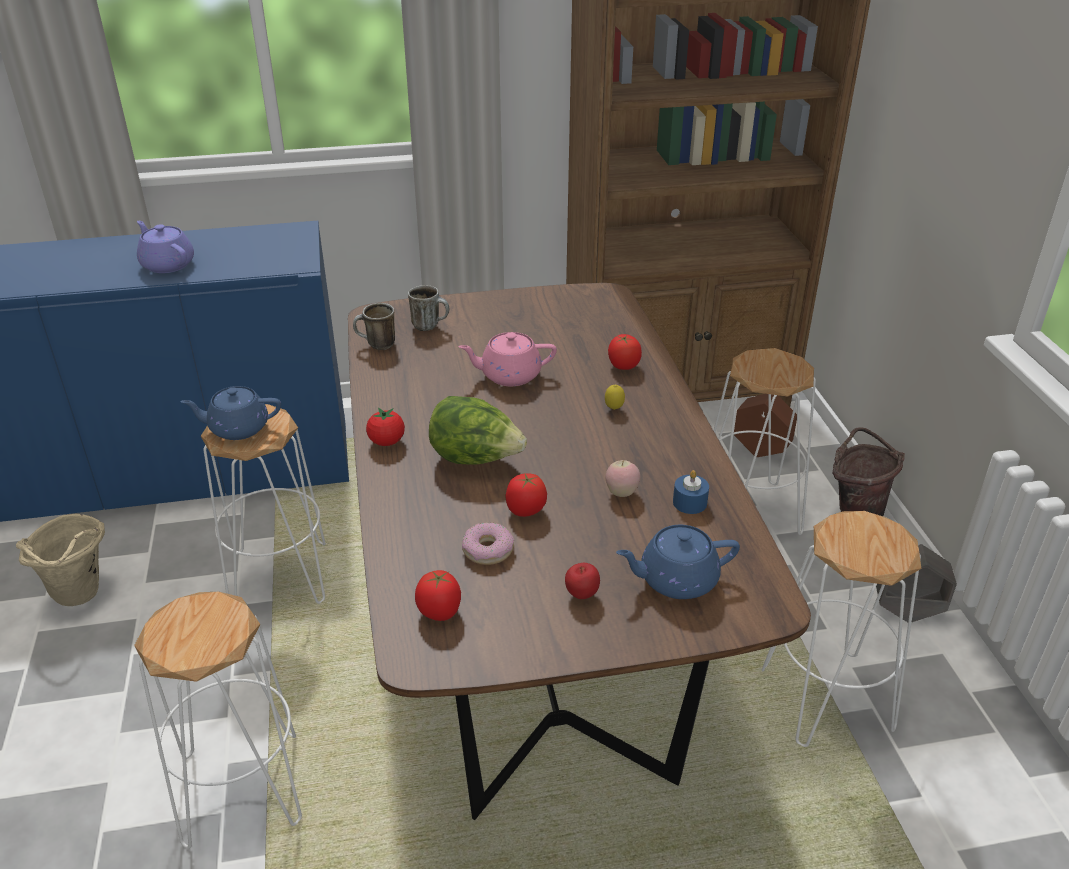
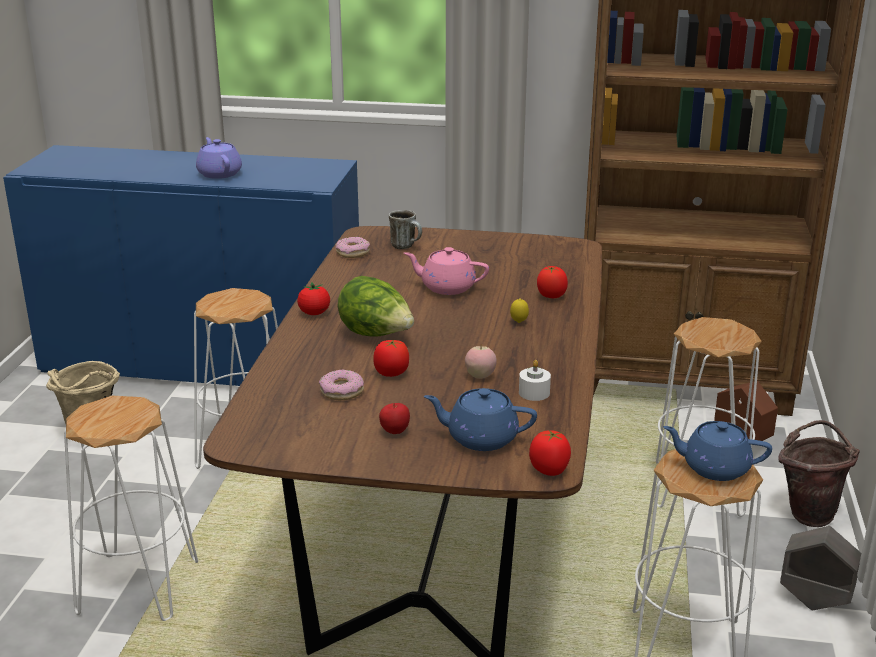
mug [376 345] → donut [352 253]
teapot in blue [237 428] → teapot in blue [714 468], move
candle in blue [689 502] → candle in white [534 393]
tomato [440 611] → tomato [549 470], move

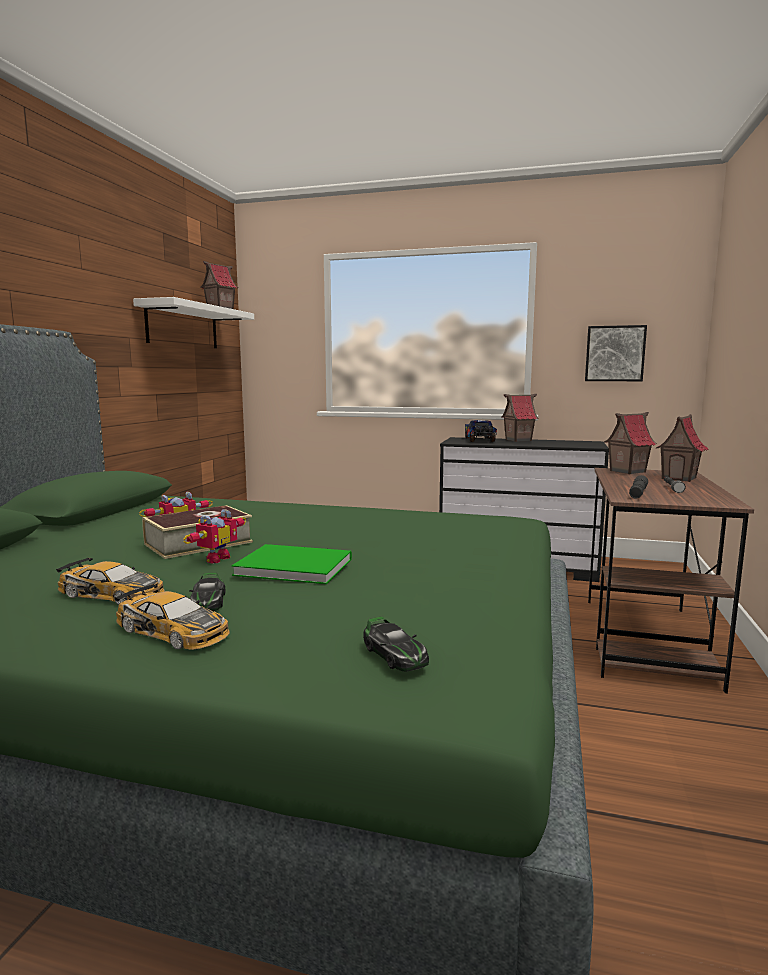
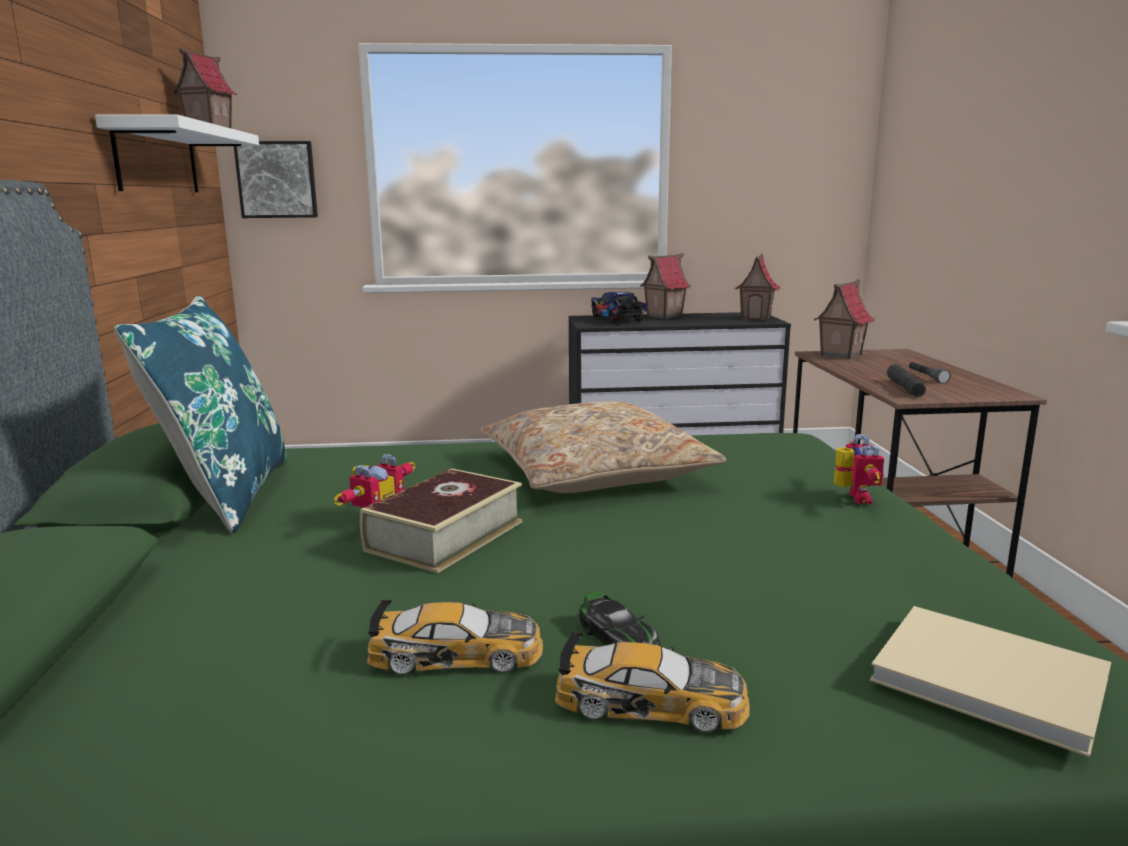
picture [614 353] → picture [277 180], move
toy house [679 478] → toy house [756 318], move
toy robot [214 558] → toy robot [853 498], move
book in green [292 566] → -
toy car [394 653] → book in beige [983 674]
- → pillow in blue [226 494]
- → pillow in beige [594 472]

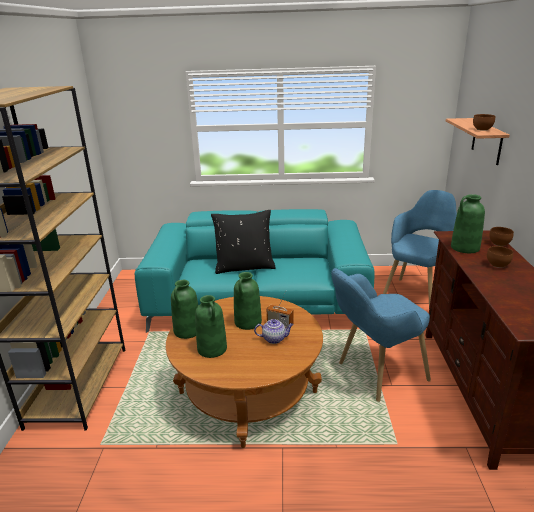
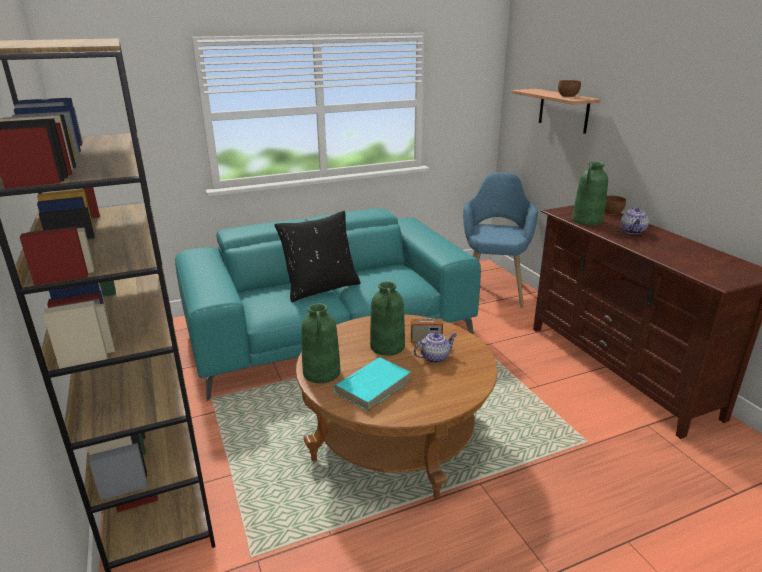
bowl in brown [498 265] → teapot [633 231]
armchair in blue [373 375] → -
vase in green [212 349] → book in turquoise [373 386]

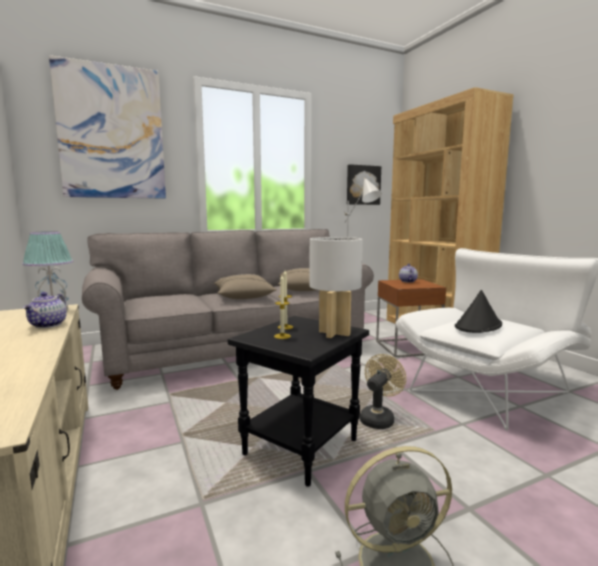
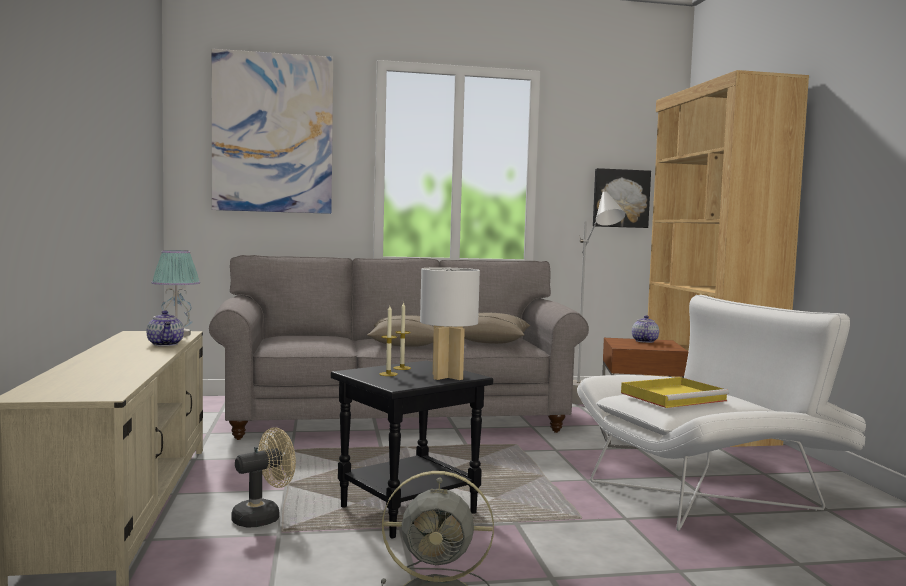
hat in black [478 326] → tray in yellow [674 396]
teapot [48 325] → teapot [166 344], 45 degrees counterclockwise
fan in beige [379 418] → fan in beige [263 517], move

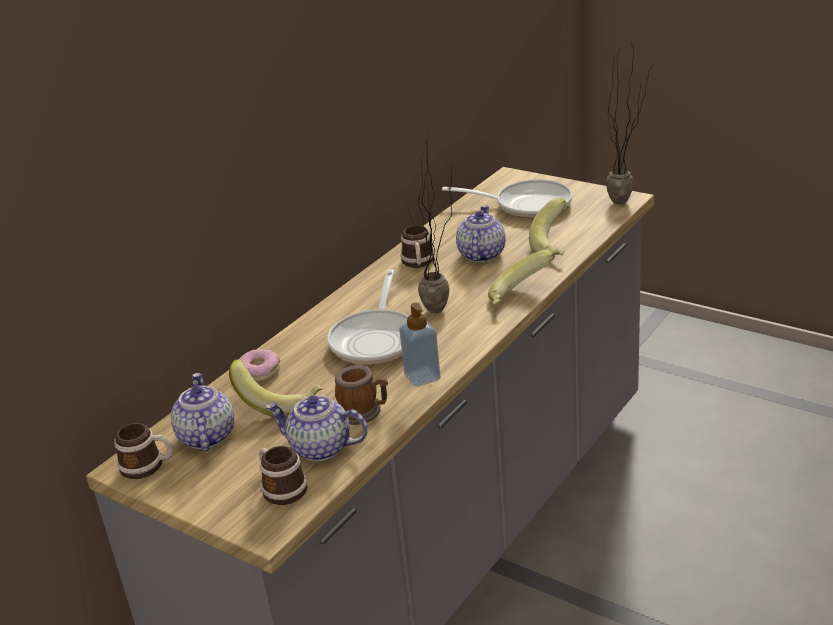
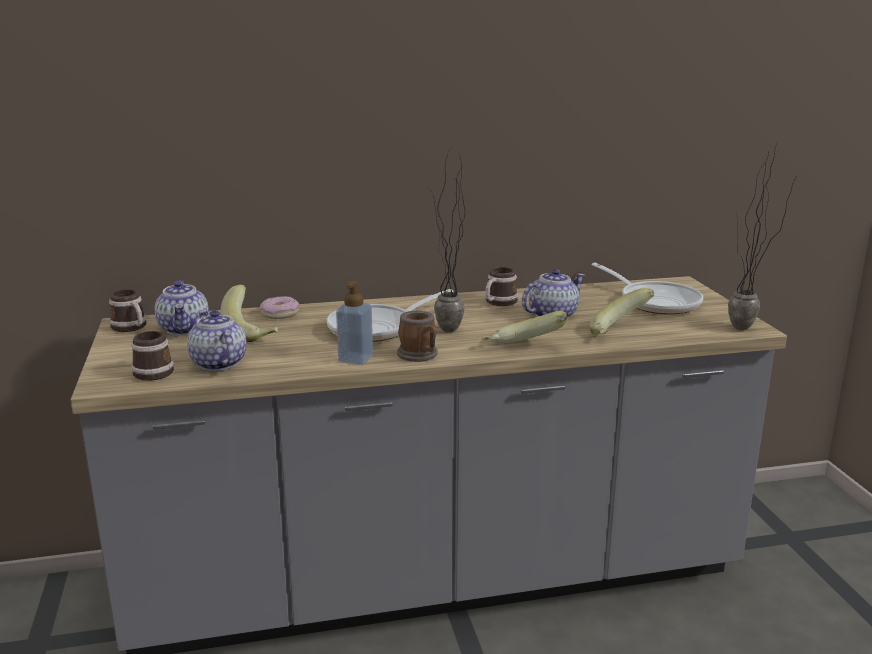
mug [364 412] → mug [420 355], move
teapot [206 436] → teapot [184 329], 135 degrees clockwise

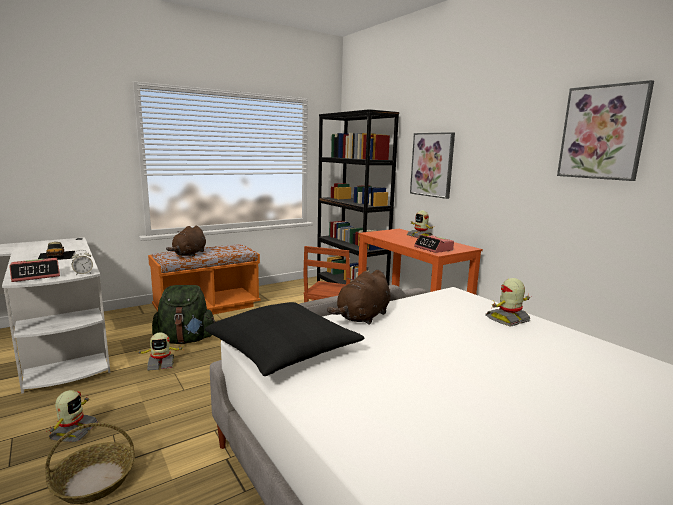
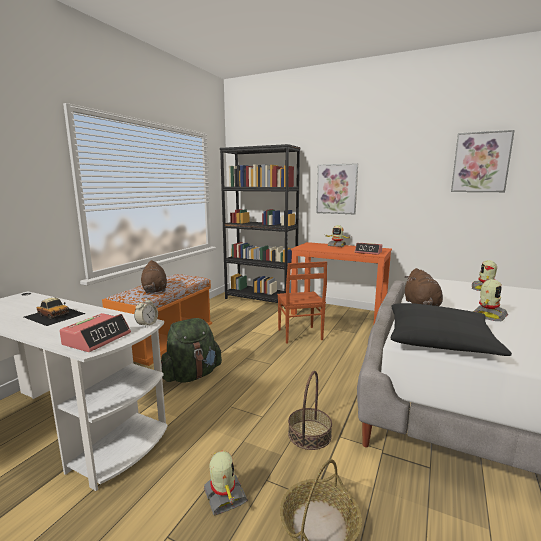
toy robot [161 364] → toy robot [488 315], move
- → basket [309 434]

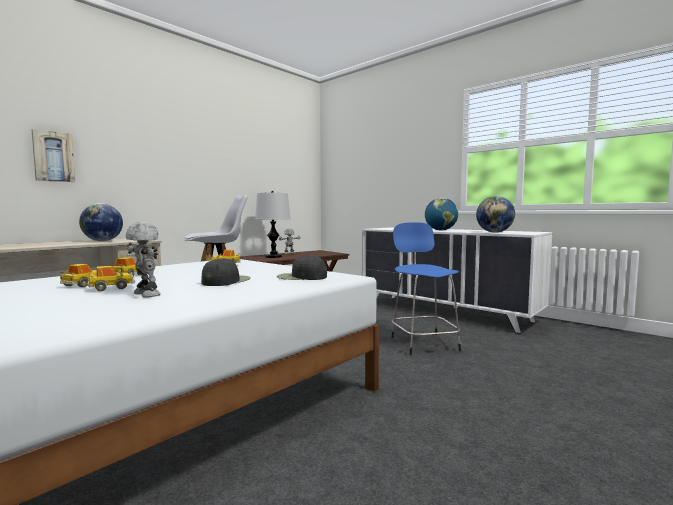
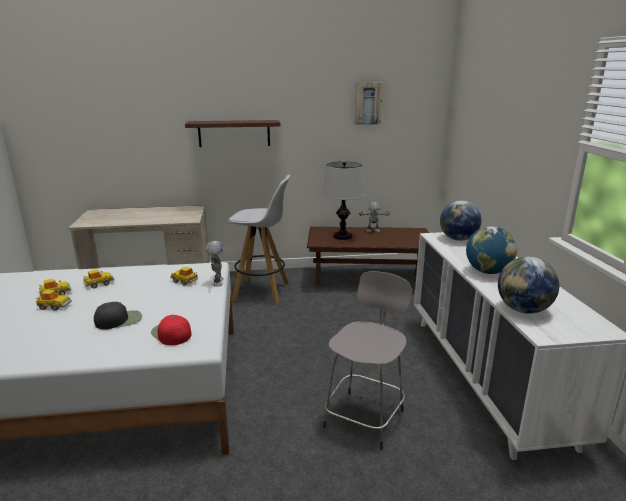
picture [53 157] → picture [367 103], move
globe [102 241] → globe [458 239], move
toy robot [145 294] → toy robot [217 282], move
stool in blue [423 343] → stool in grey [365 417]
cap in black [301 277] → cap in red [171 333]
- → shelf [234 133]

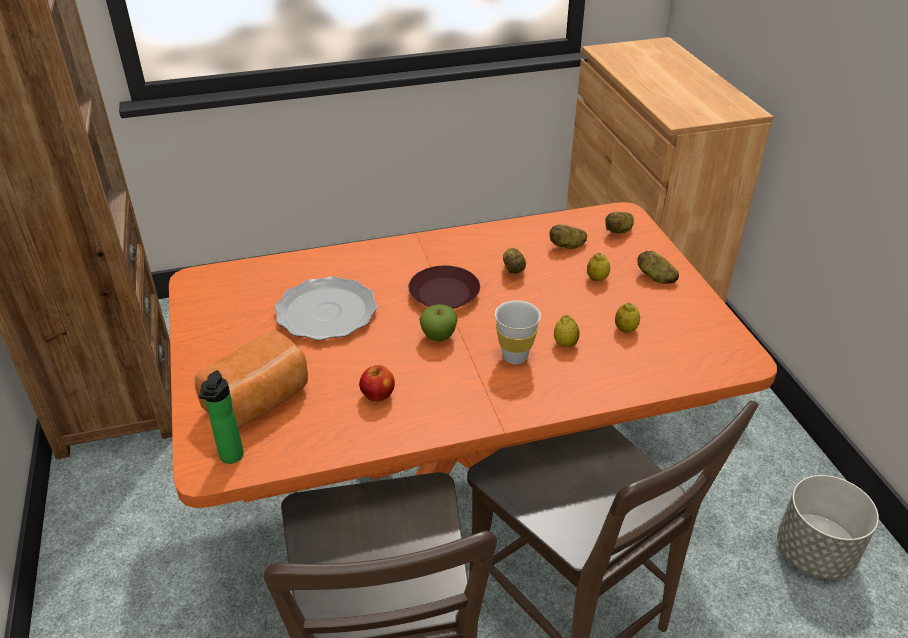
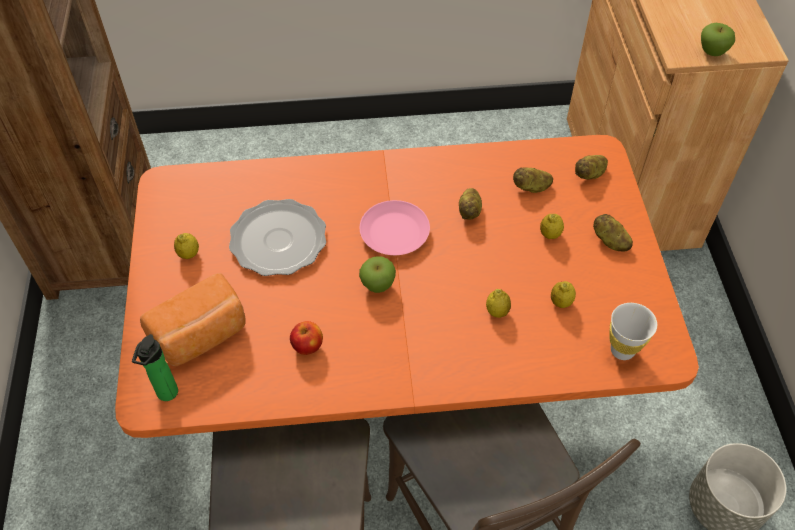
plate in brown [443 293] → plate in pink [394 232]
cup in white [515 356] → cup in white [622 350], move
- → apple [712 52]
- → lemon [189 254]

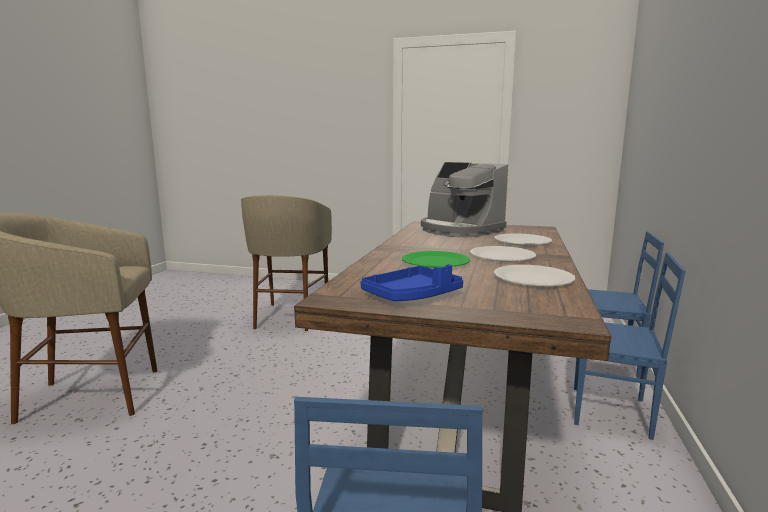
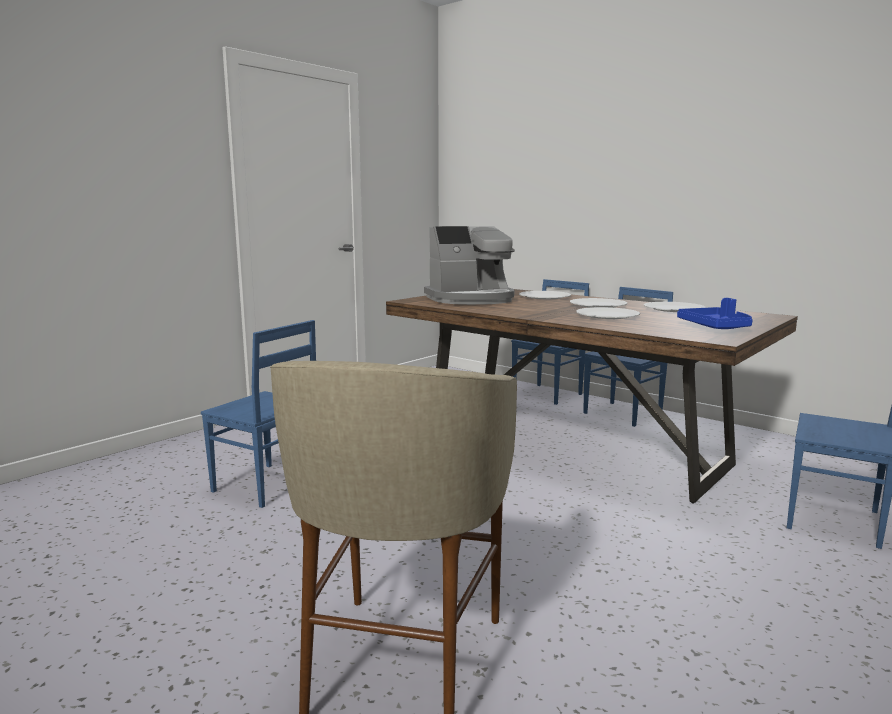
stool in beige [290 317] → chair in blue [266 486]
plate in green [435 262] → plate in white [607 315]

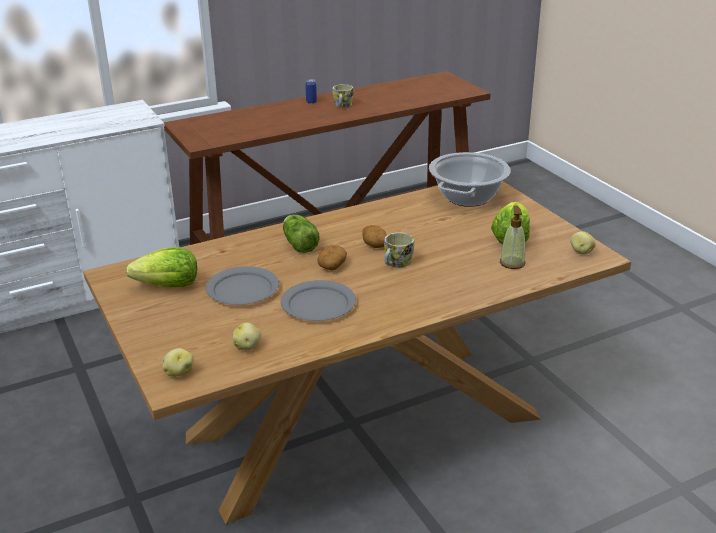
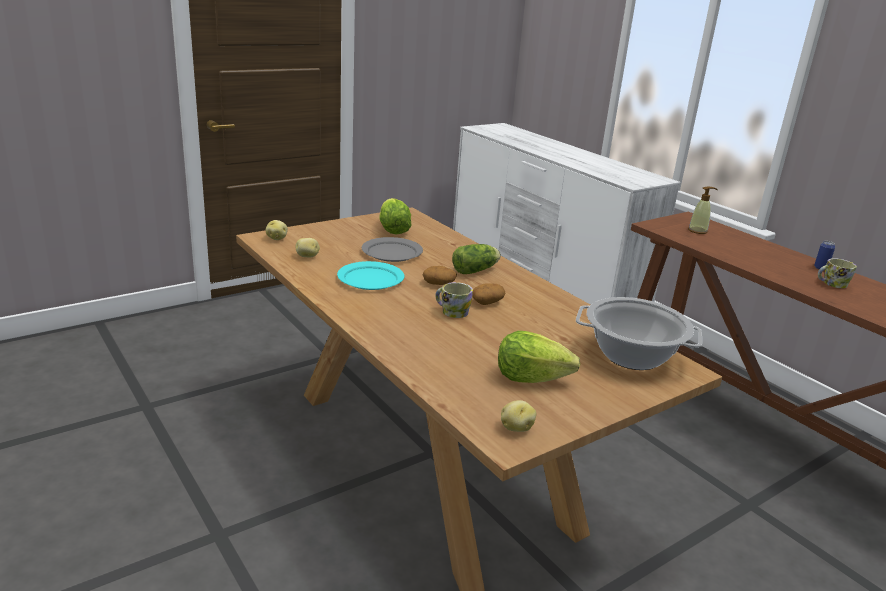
soap dispenser [512 263] → soap dispenser [698 231], move
plate in grey [319 304] → plate in turquoise [371 279]

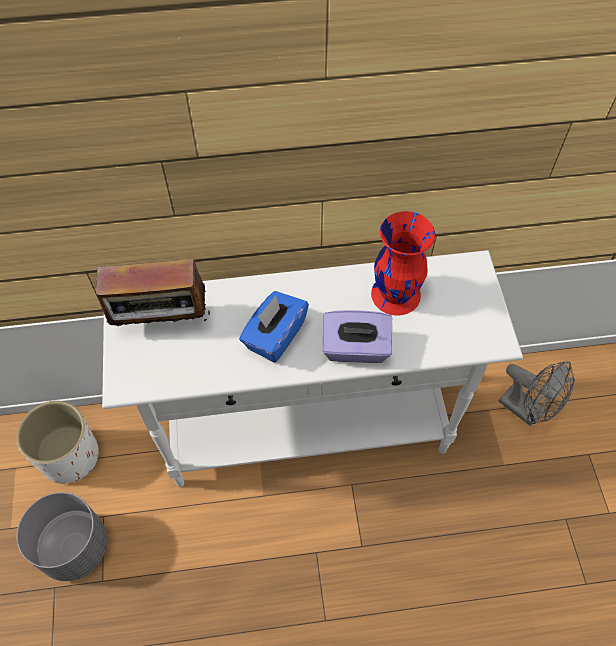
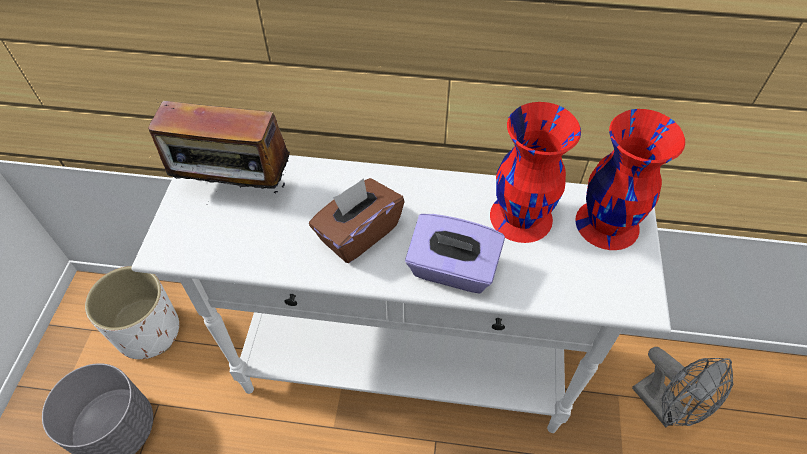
tissue box in blue [274 336] → tissue box in brown [358 233]
- → vase in red [606 223]

